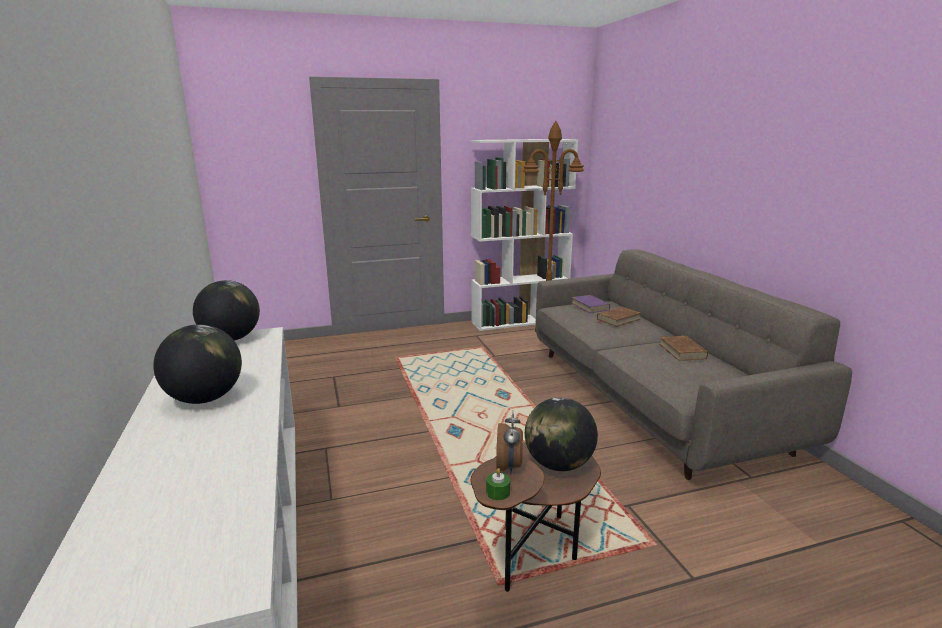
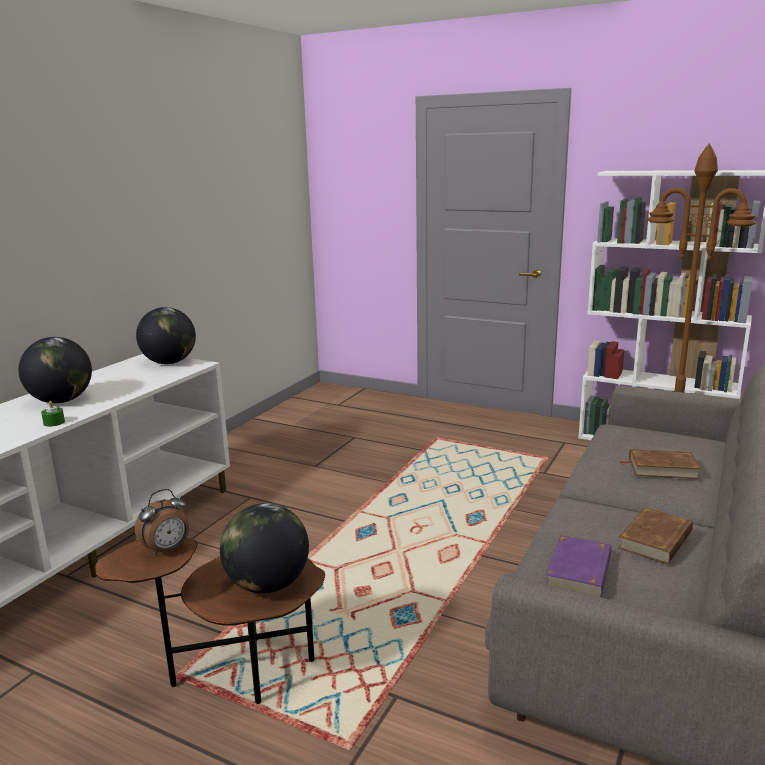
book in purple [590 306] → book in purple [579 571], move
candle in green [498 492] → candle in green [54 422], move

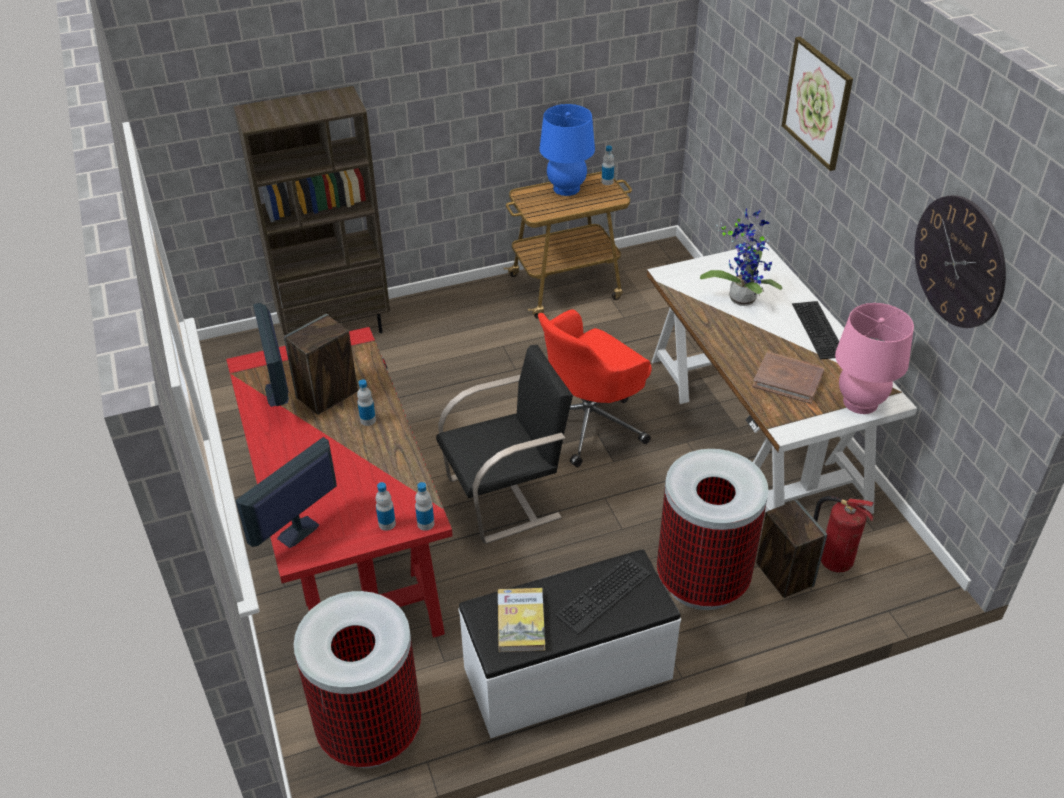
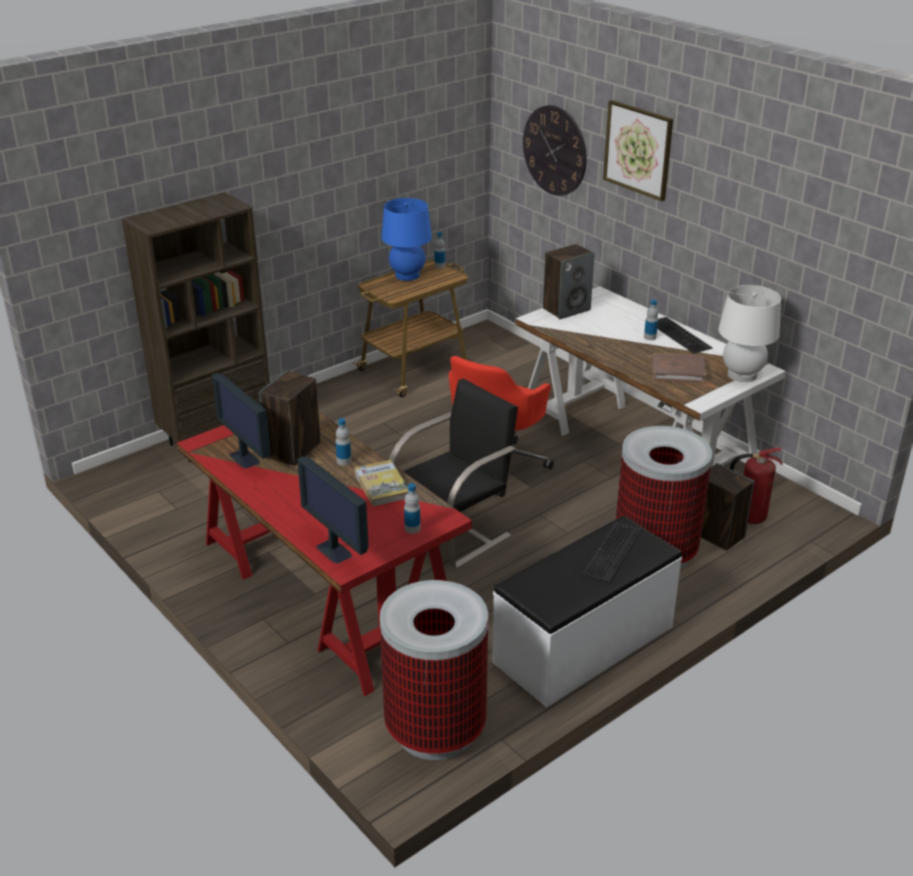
wall clock [959 261] → wall clock [554 150], move
potted plant [742 296] → -
table lamp in pink [860 402] → table lamp in white [742 375]
monitor [297 532] → monitor [335 551], 60 degrees counterclockwise
bottle [425 524] → bottle [650 337], move
book [521 622] → book [382 486], move
- → speaker [566 309]

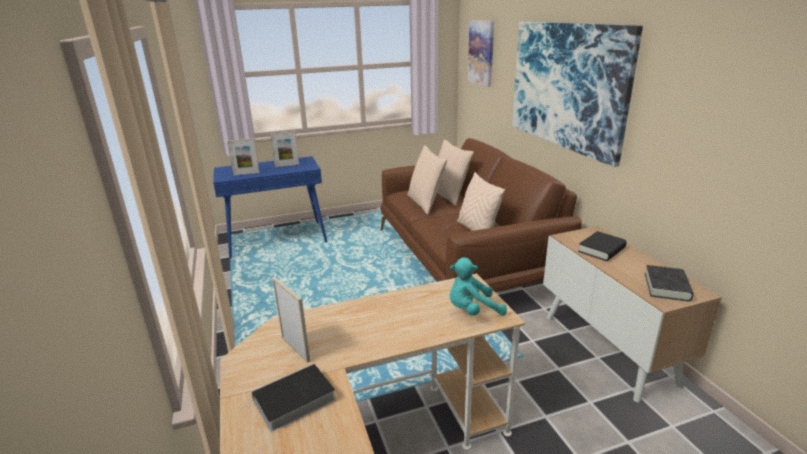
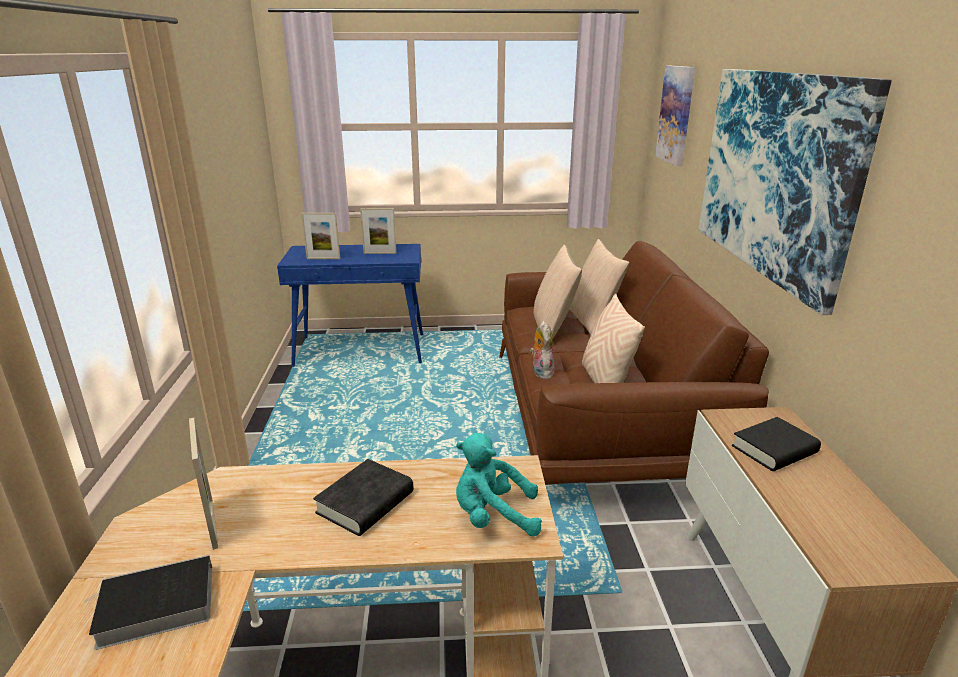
book in black [667 287] → book in black [365 503], move
- → plush toy [541 372]

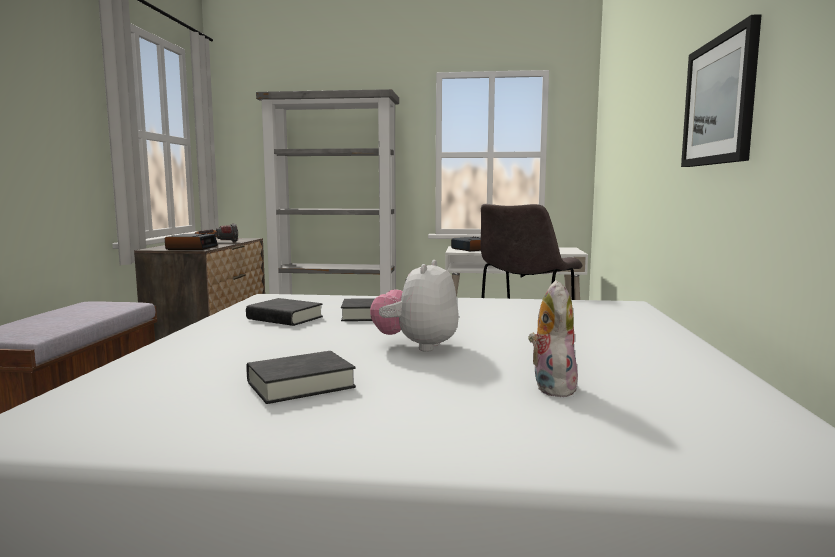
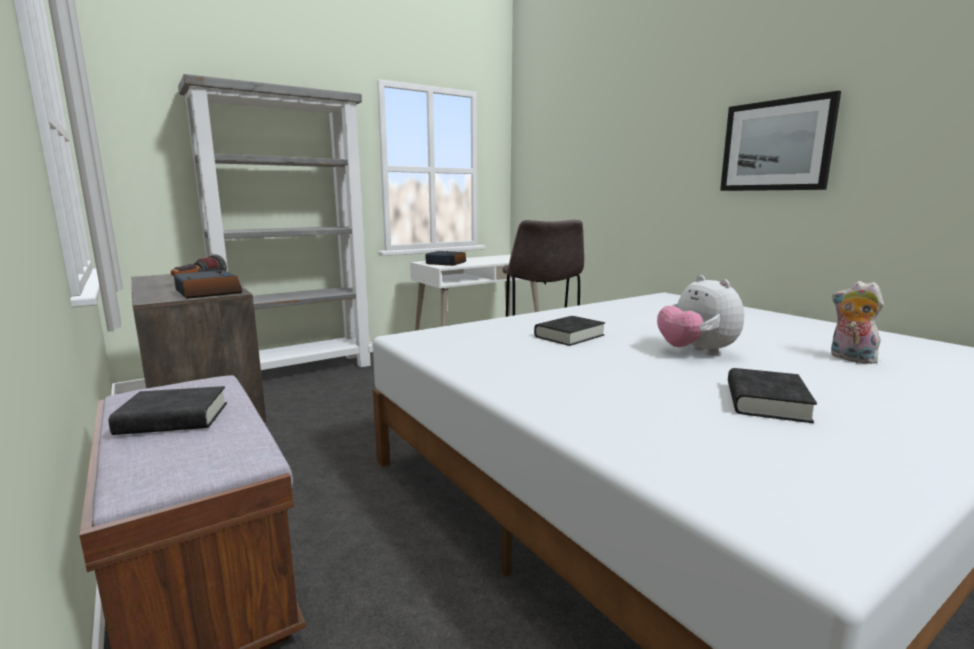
book in black [284 318] → book in black [173 419], move

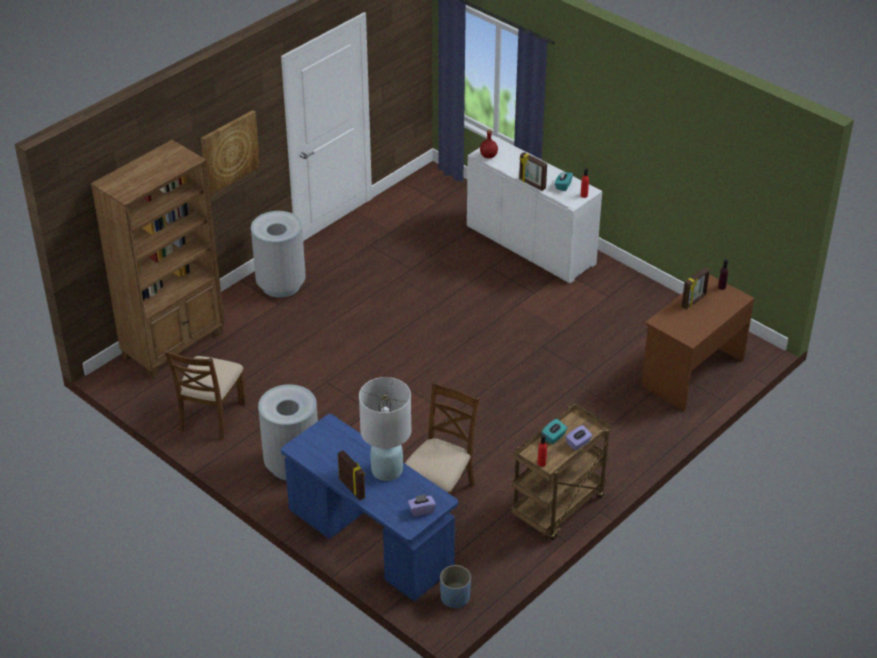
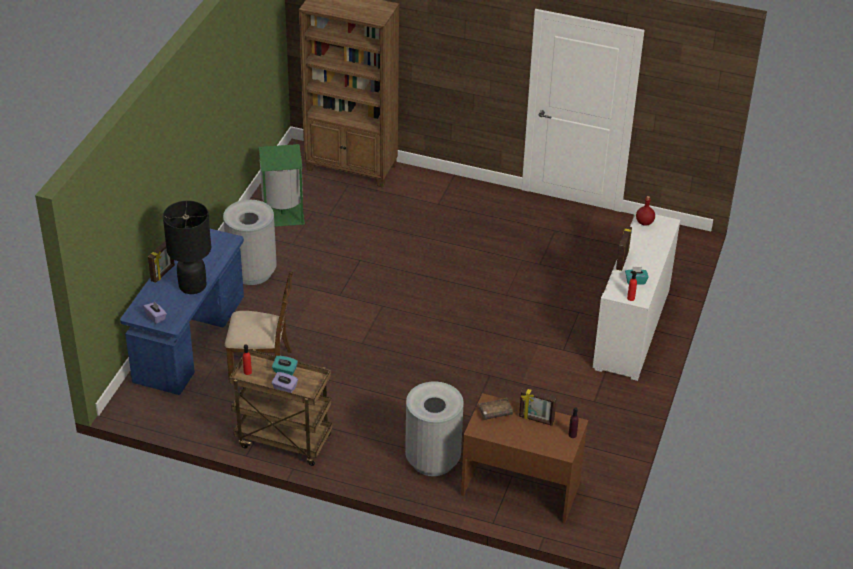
picture [229 152] → -
trash can in grey [281 284] → trash can in grey [433 459], move
chair in brown [211 416] → trash can in green [282 213]
table lamp in white [387 470] → table lamp in black [192 286]
planter in blue [455 598] → -
- → book in brown [495 412]

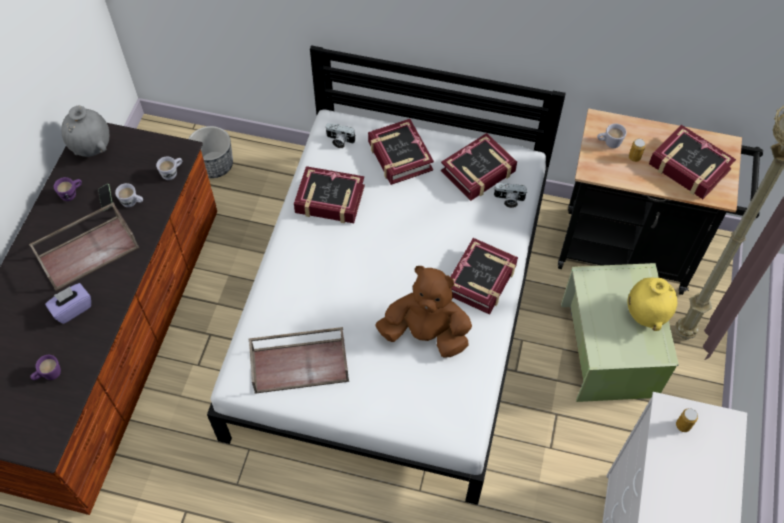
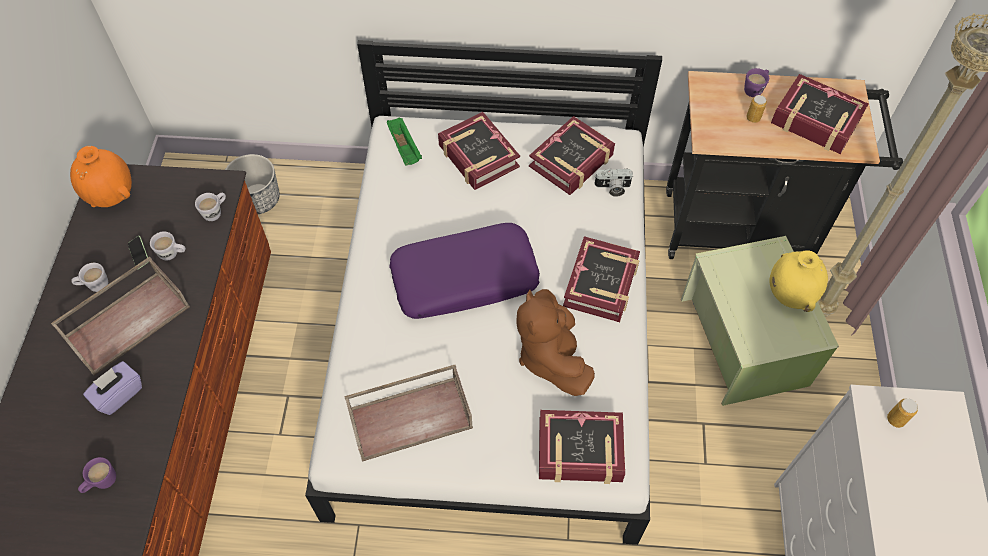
vase in grey [92 148] → vase in orange [112 197]
photo camera [339 141] → tray in green [405 148]
mug in white [608 143] → mug in white [94 286], move
book [330 200] → book [580 451], move
mug in purple [72 194] → mug in purple [755 89], move
plush toy in brown [426 334] → plush toy in brown [551 356], 105 degrees counterclockwise
- → pillow in purple [465 278]

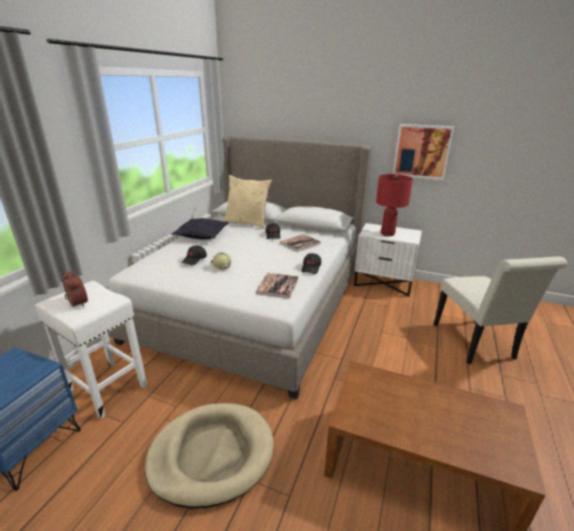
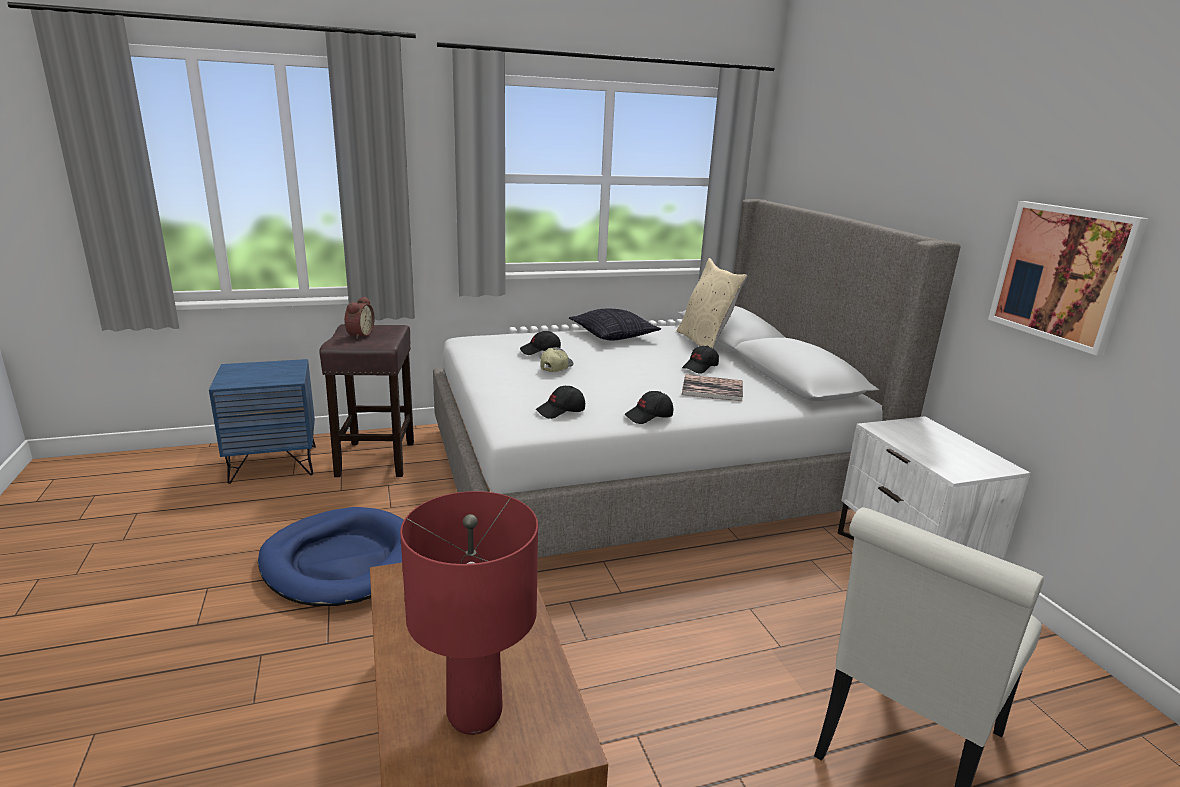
table lamp in red [387 234] → table lamp in red [474 715], move
book [277 286] → cap in black [561 411]
stool in white [106 388] → stool in brown [376 458]
dog bed in beige [211 454] → dog bed in blue [343 561]

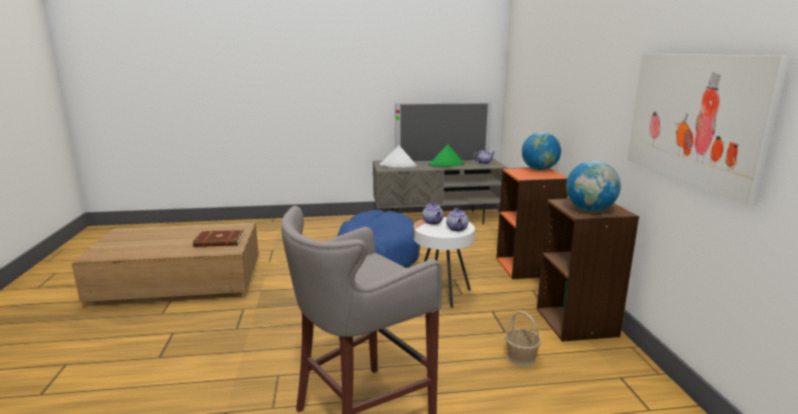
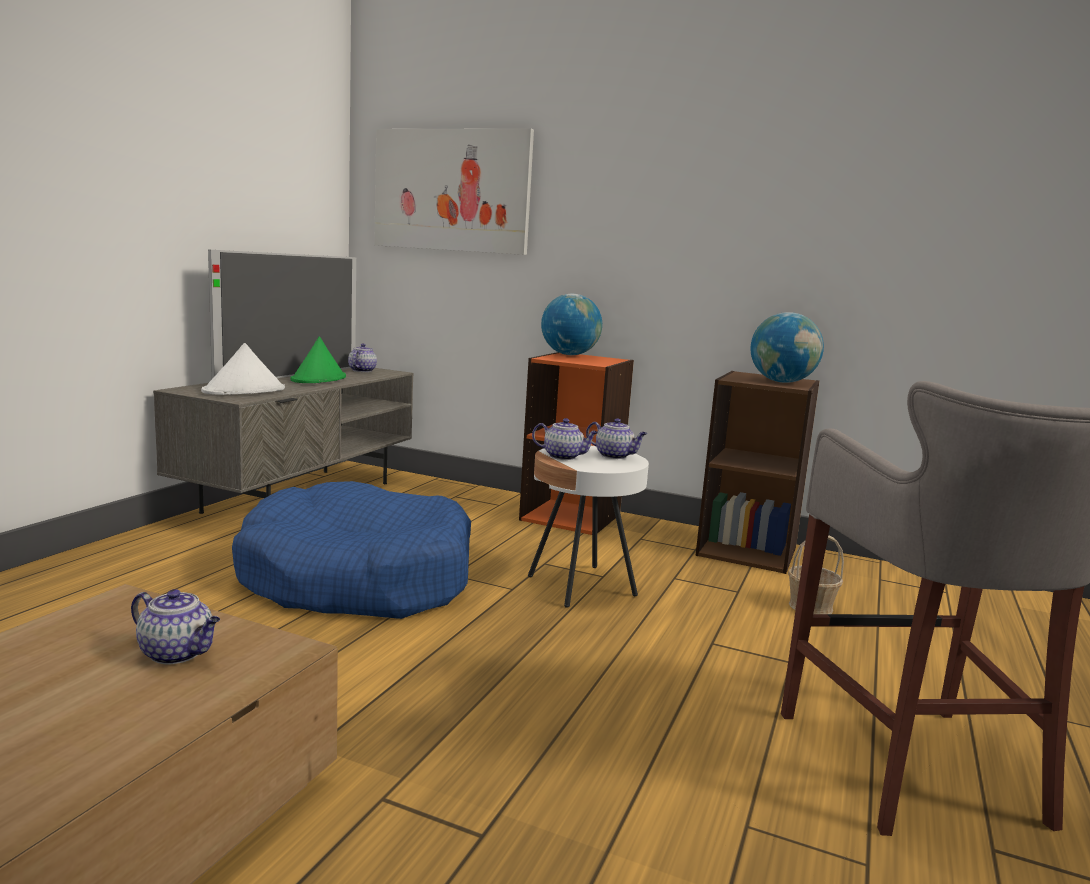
picture [694 118] → picture [451 191], move
book in brown [219 241] → teapot [178 653]

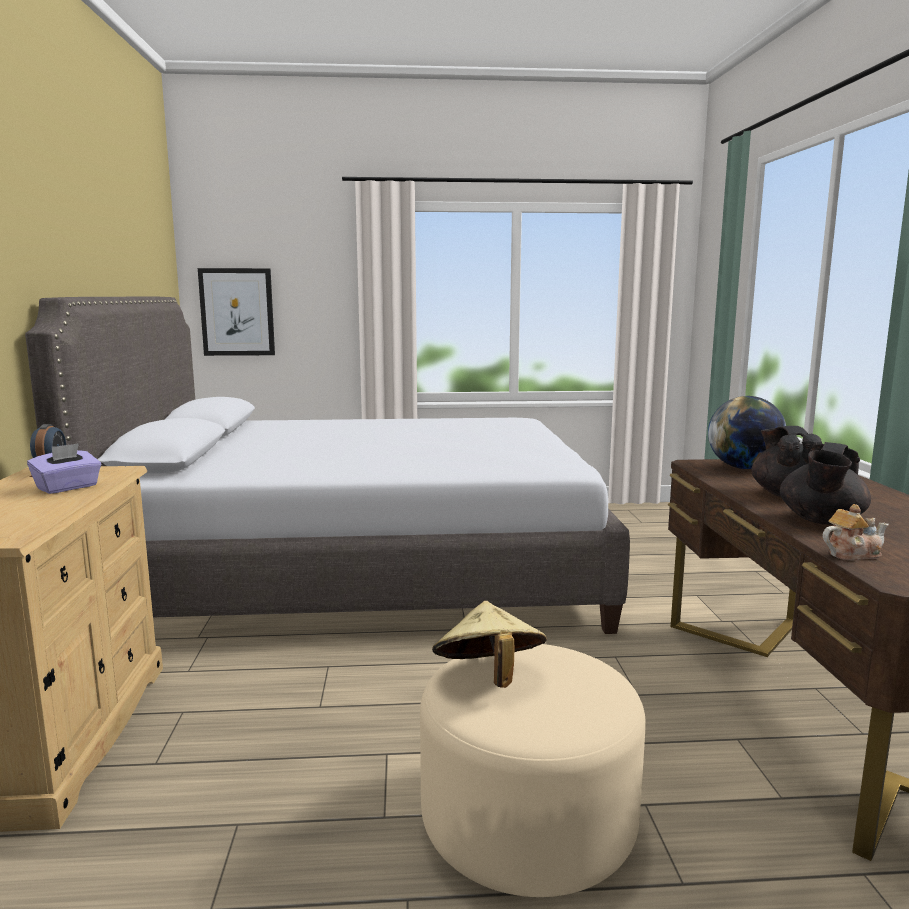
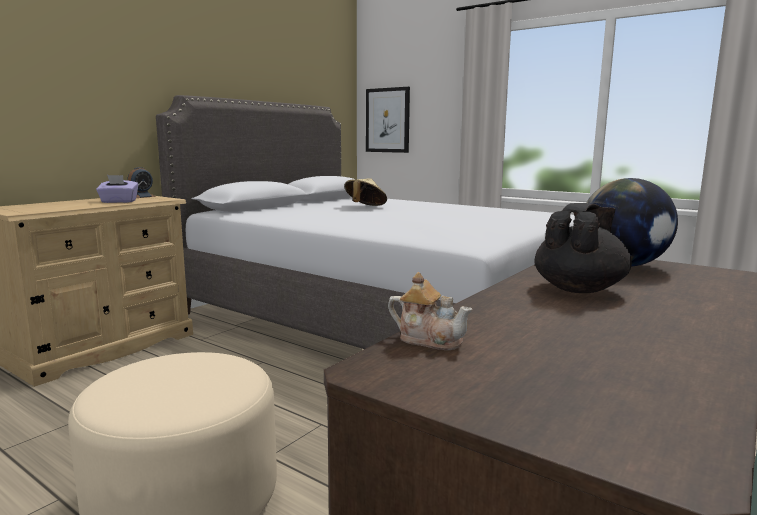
teapot in black [821 521] → -
hat in beige [488 678] → hat in beige [365 207], move

